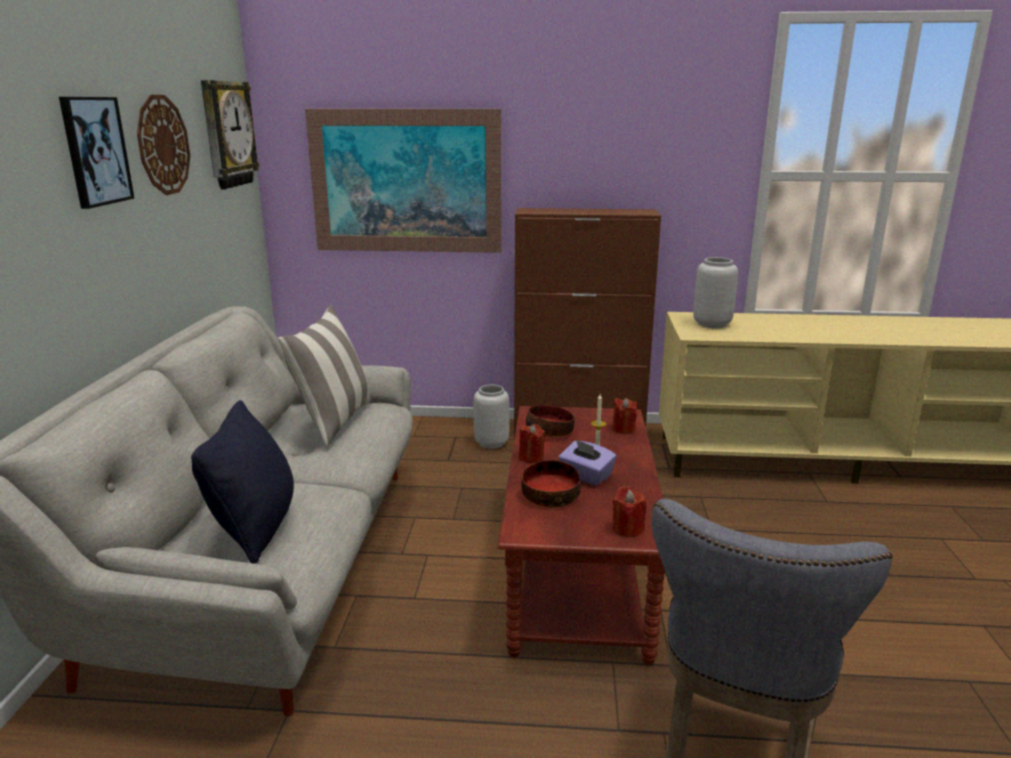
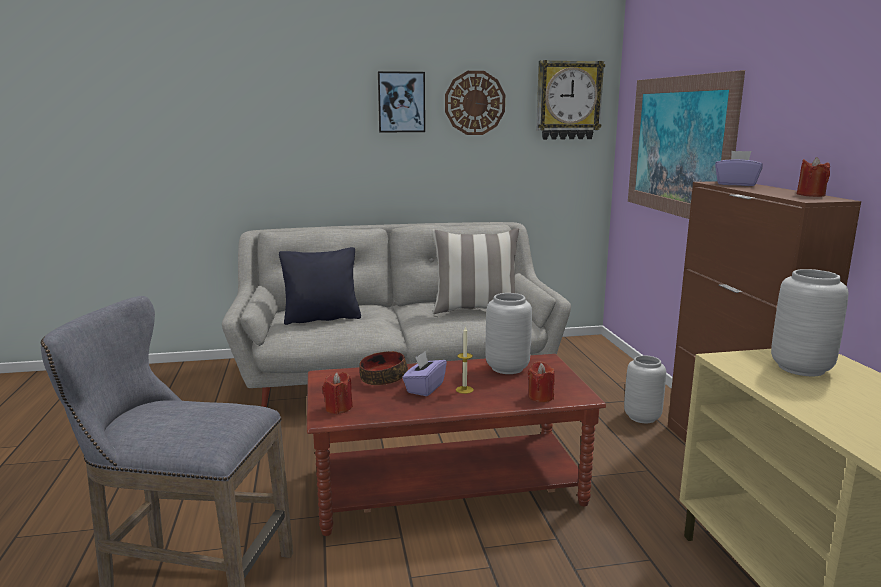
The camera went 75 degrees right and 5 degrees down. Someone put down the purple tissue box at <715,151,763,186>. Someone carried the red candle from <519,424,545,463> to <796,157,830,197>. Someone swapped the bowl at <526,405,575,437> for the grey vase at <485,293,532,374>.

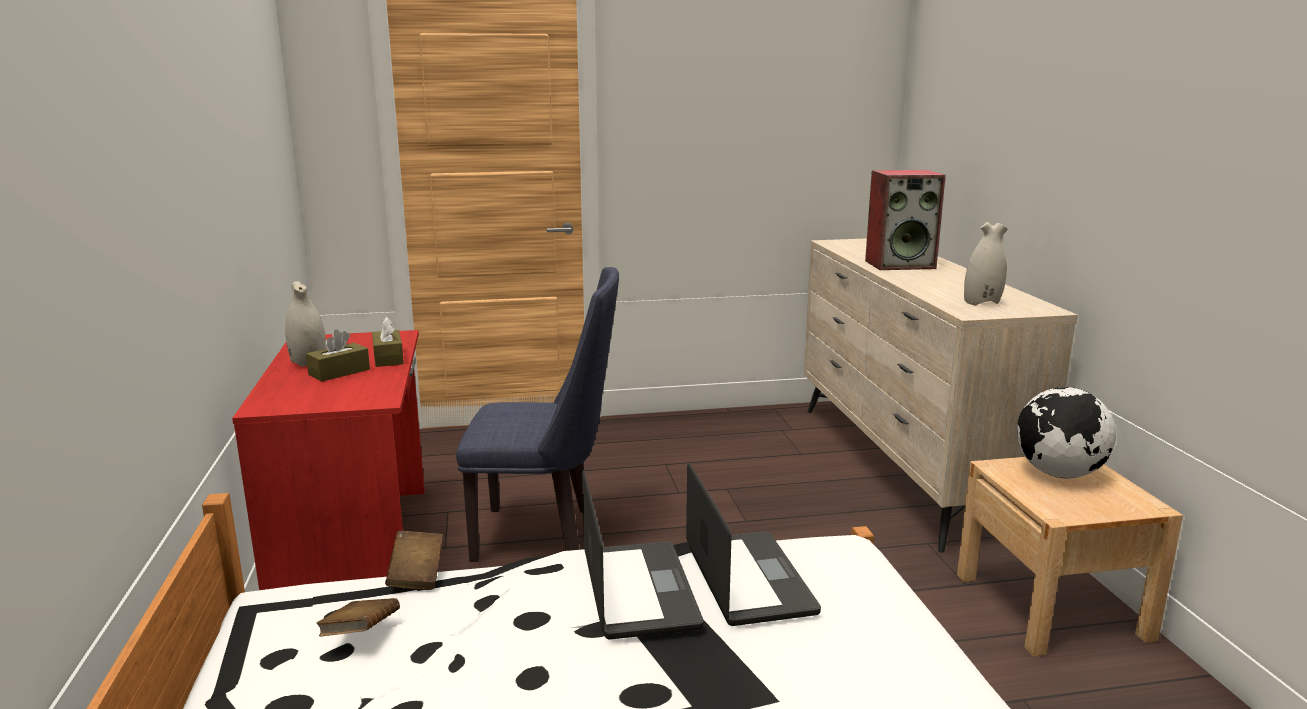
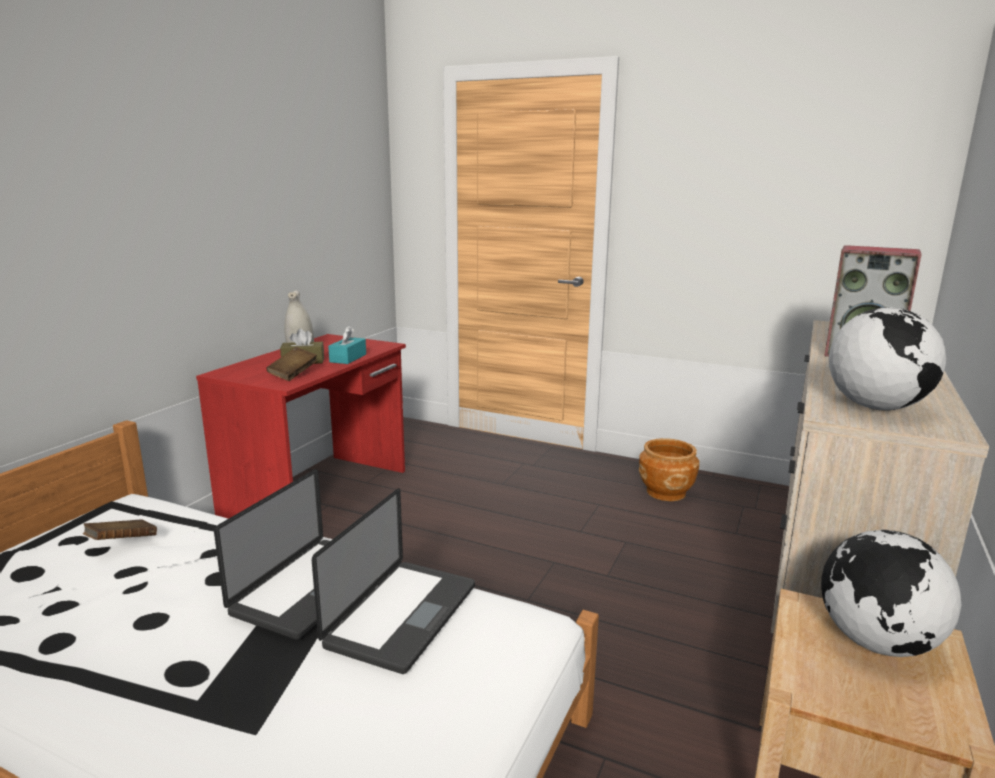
The camera went 35 degrees right and 0 degrees up. Someone took away the blue chair at <456,267,619,562>. Someone put down the brown planter at <639,438,699,501>. Someone carried the brown book from <385,531,443,590> to <266,347,318,381>. Someone swapped the white vase at <964,222,1008,306> for the globe at <829,307,946,410>. Someone repainted the brown tissue box at <372,317,404,367>, which became the turquoise tissue box at <328,326,366,364>.

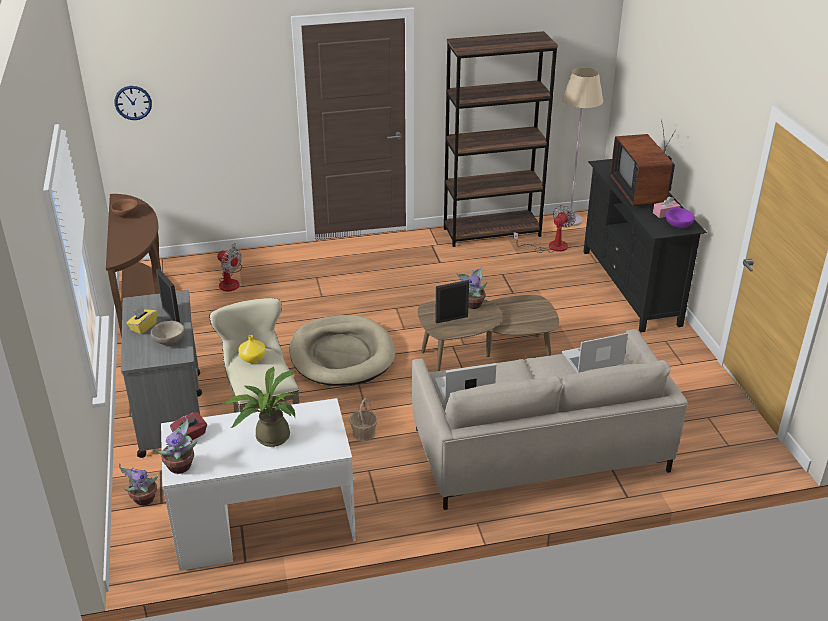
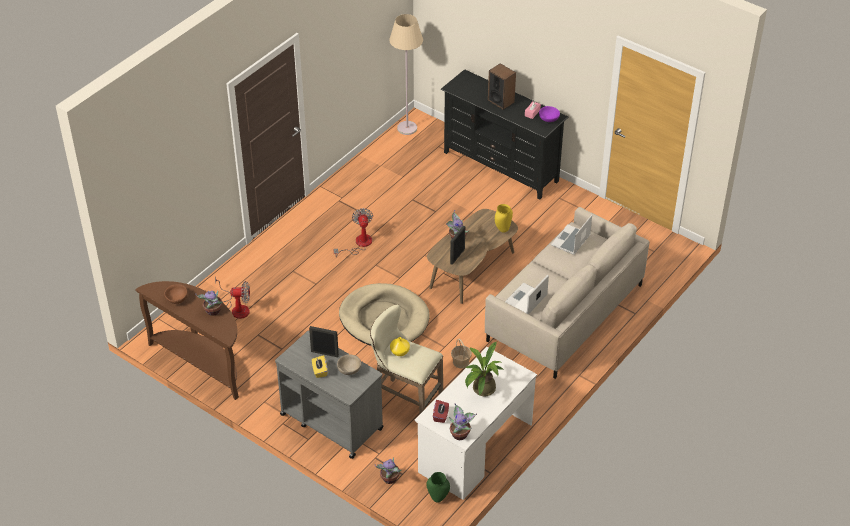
The camera went 40 degrees left and 10 degrees up. Someone took away the wall clock at <115,86,152,120>. Someone took away the brown bookcase at <444,31,558,247>. Someone put down the potted plant at <195,290,222,316>. Someone put down the green vase at <426,472,450,503>. Someone put down the yellow vase at <495,204,513,233>. Someone carried the fan from <513,205,576,253> to <334,208,373,257>. Someone swapped the television at <610,120,676,206> for the speaker at <488,63,516,110>.

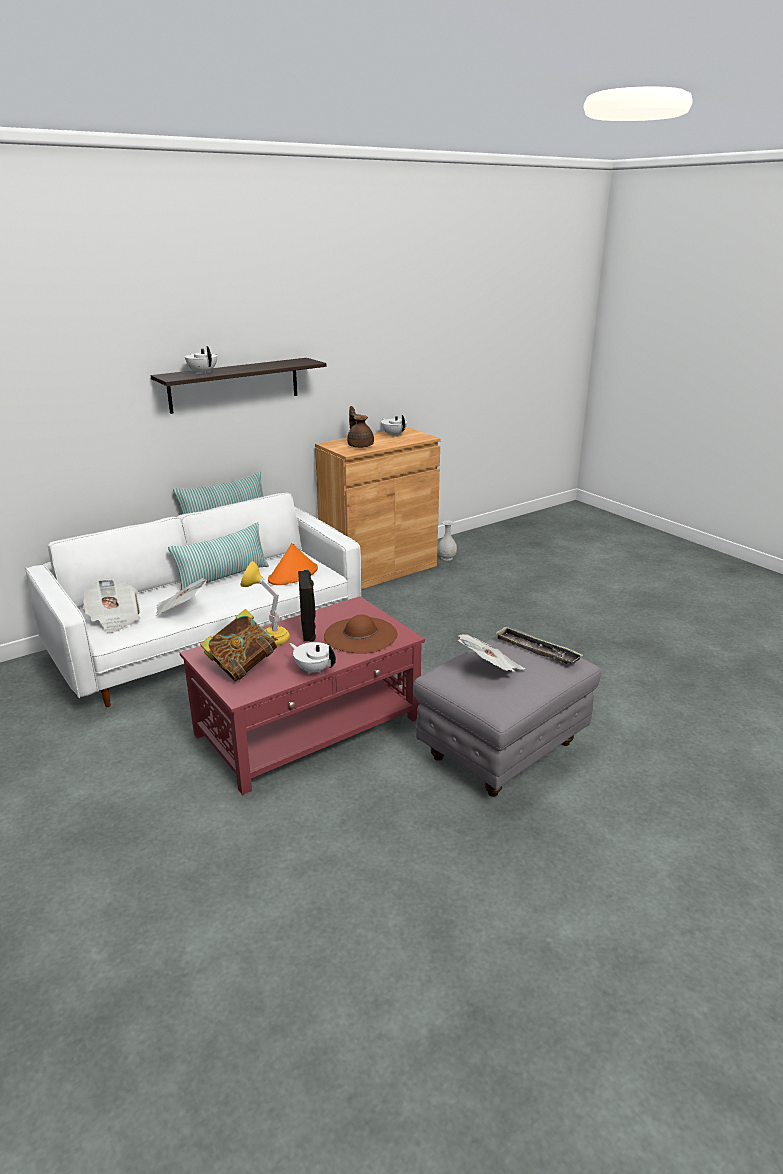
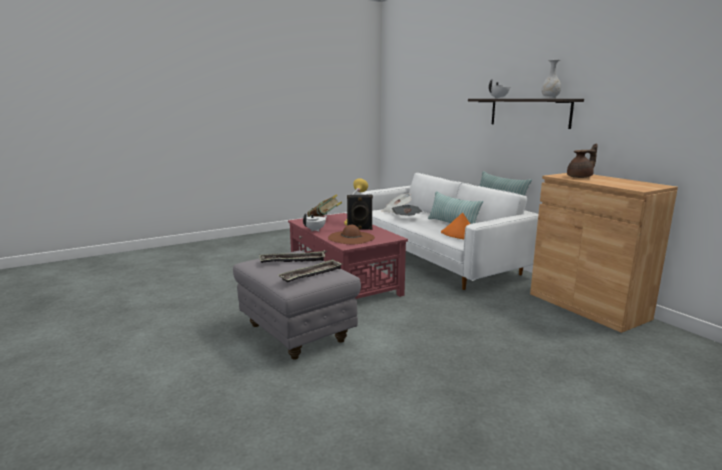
The camera went 95 degrees right and 10 degrees down. Someone took away the white teapot at <381,415,407,437>. Someone carried the white vase from <437,521,457,561> to <541,60,561,98>. Someone swapped the newspaper at <458,634,525,672> for the tray at <260,251,325,263>.

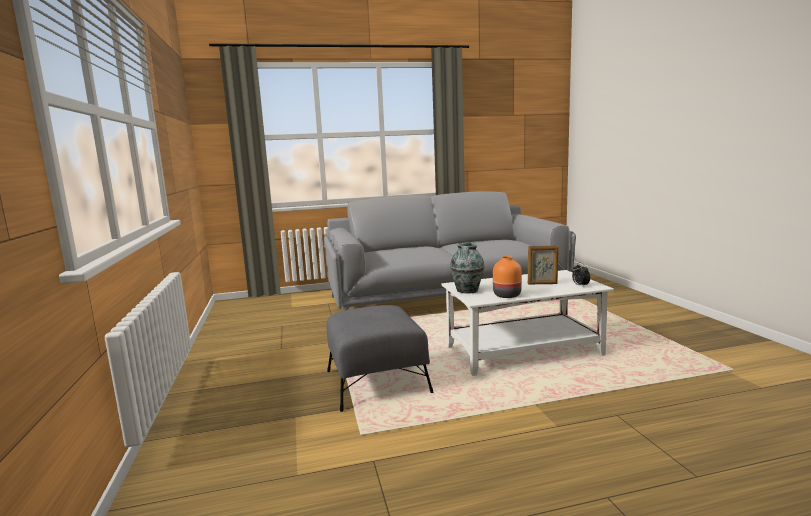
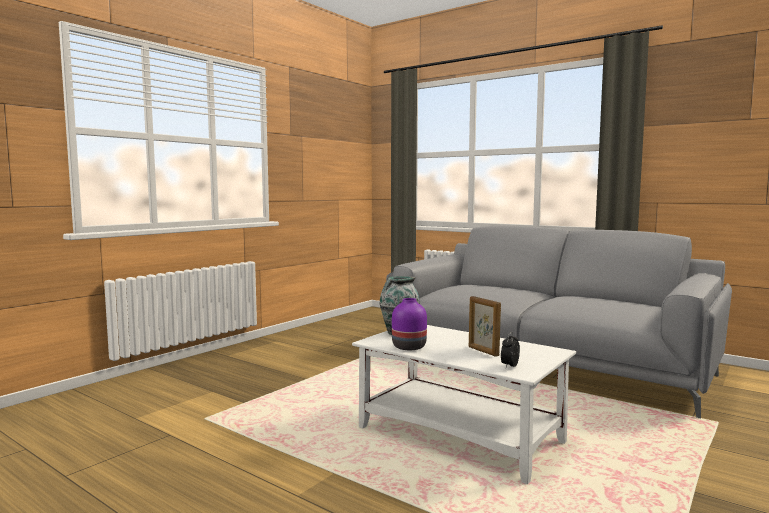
The camera went 50 degrees right and 5 degrees down. Someone took away the grey ottoman at <327,305,434,412>. Someone repainted the orange vase at <493,256,522,298>, which became the purple vase at <392,298,427,350>.

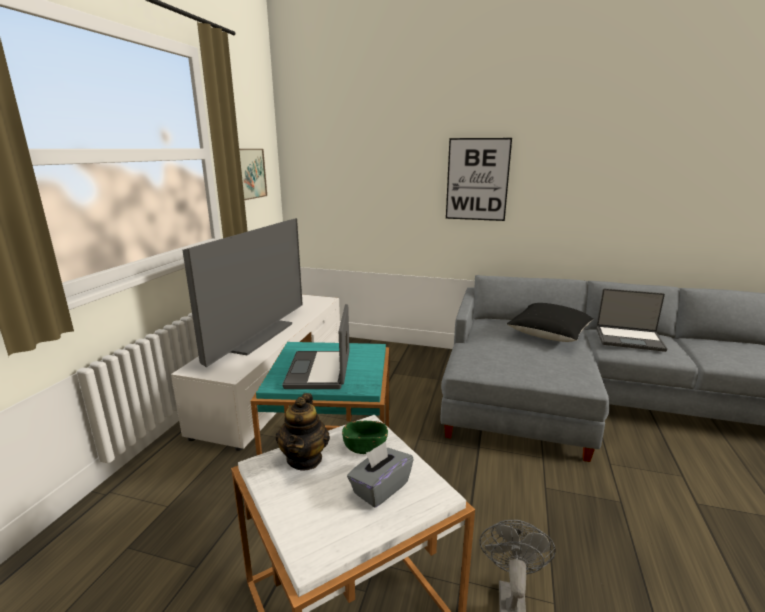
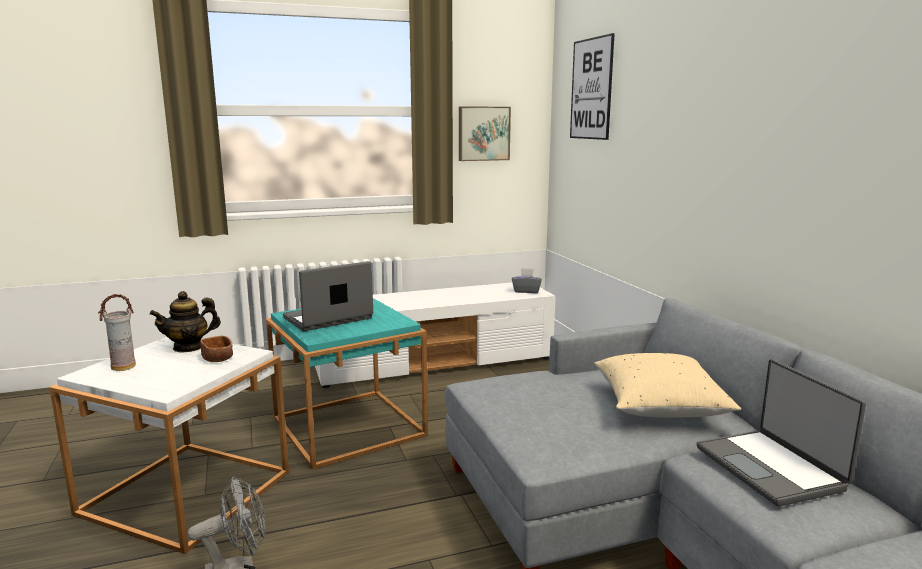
The camera went 55 degrees right and 5 degrees down. Someone took away the television at <182,218,303,367>. Someone put down the vase at <98,294,136,371>. Someone carried the grey tissue box from <347,441,414,508> to <512,268,542,293>. Someone carried the picture from <446,138,512,221> to <570,33,615,140>. Someone repainted the green bowl at <342,421,388,454>, which became the brown bowl at <200,336,233,362>. Someone repainted the black pillow at <507,303,594,342>, which became the beige pillow at <594,353,741,418>.

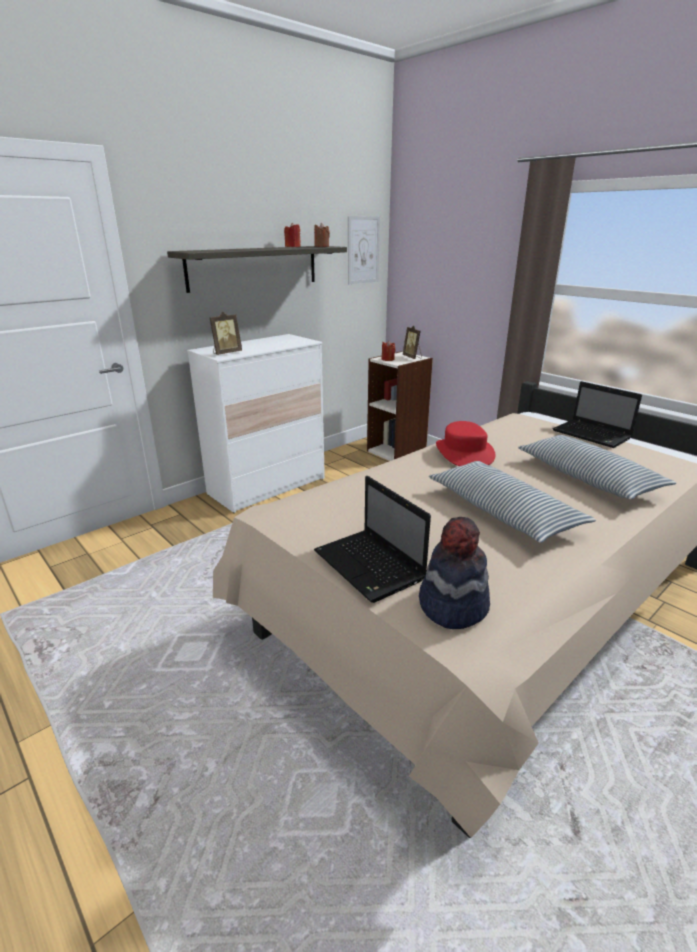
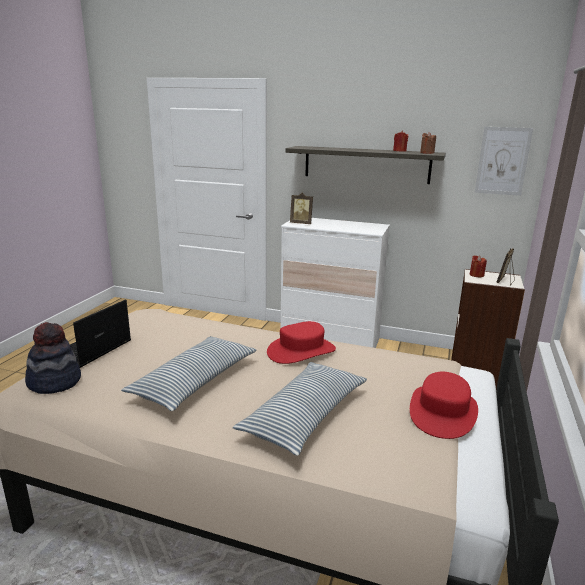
The camera went 60 degrees right and 5 degrees down. Someone swapped the laptop at <553,381,642,448> for the red hat at <410,372,478,439>.

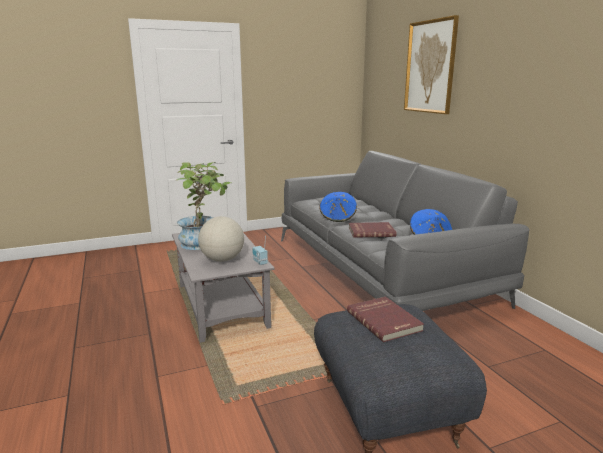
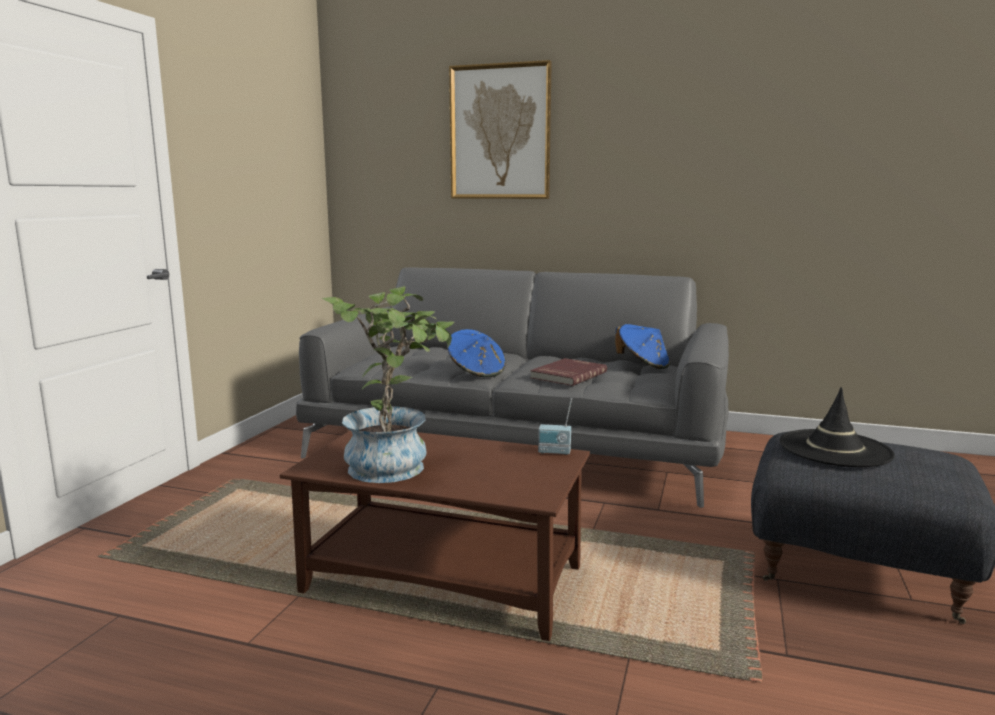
The camera went 50 degrees left and 5 degrees down. Someone took away the globe at <198,216,244,262>. Someone swapped the red book at <347,297,424,342> for the black hat at <780,387,895,467>. Someone repainted the grey coffee table at <172,233,275,343>, which became the brown coffee table at <280,431,590,641>.

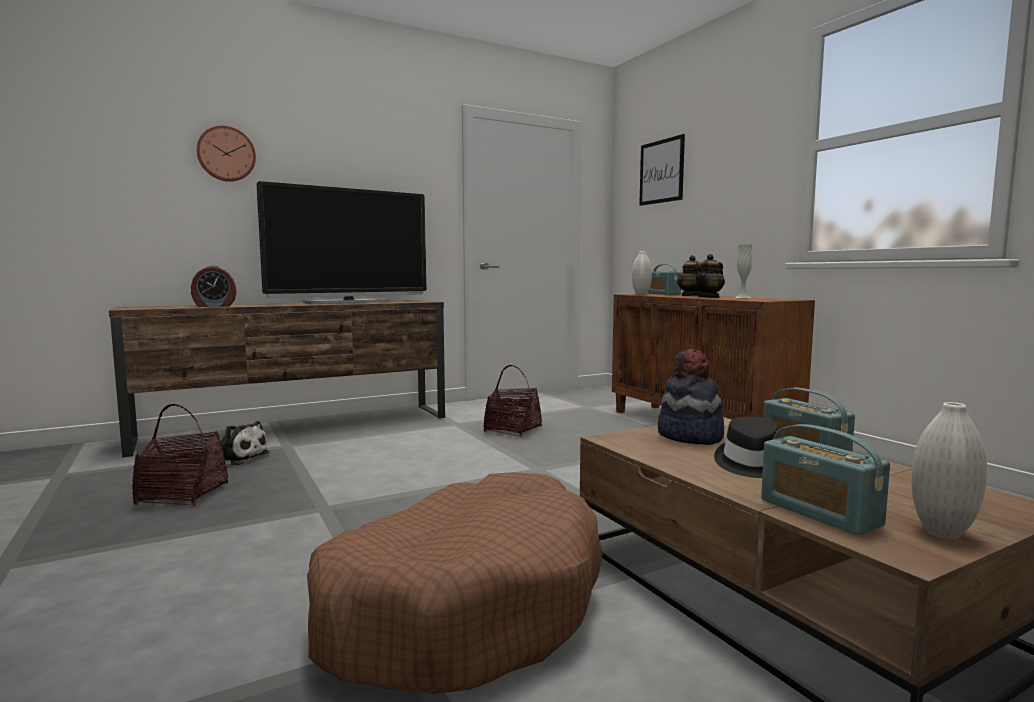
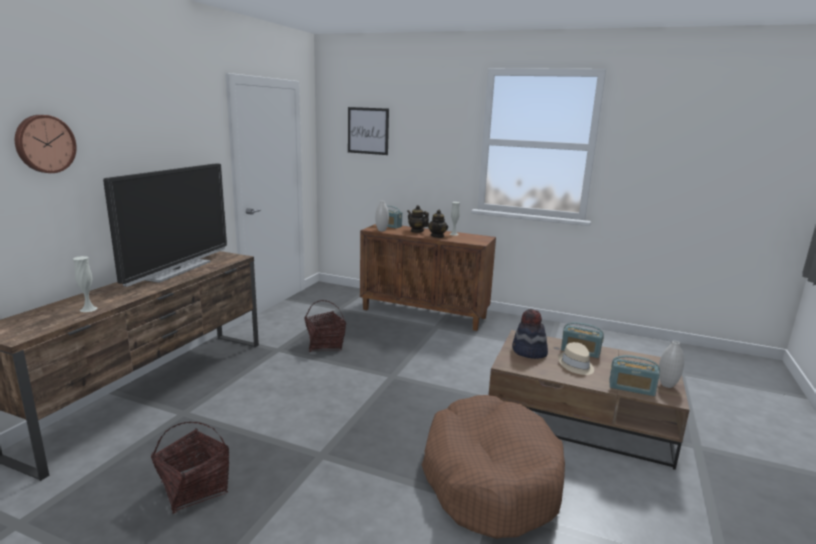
The camera went 40 degrees left and 10 degrees up. Someone took away the plush toy at <217,421,270,466>. Someone swapped the alarm clock at <191,265,237,307> for the white vase at <73,256,98,312>. Someone repainted the black hat at <714,417,779,478>, which became the beige hat at <558,342,594,375>.

